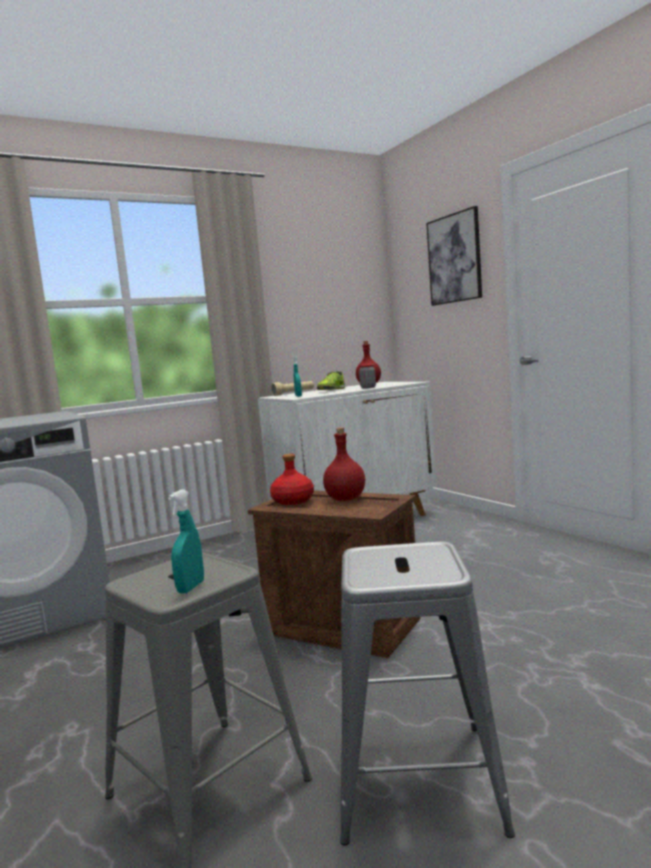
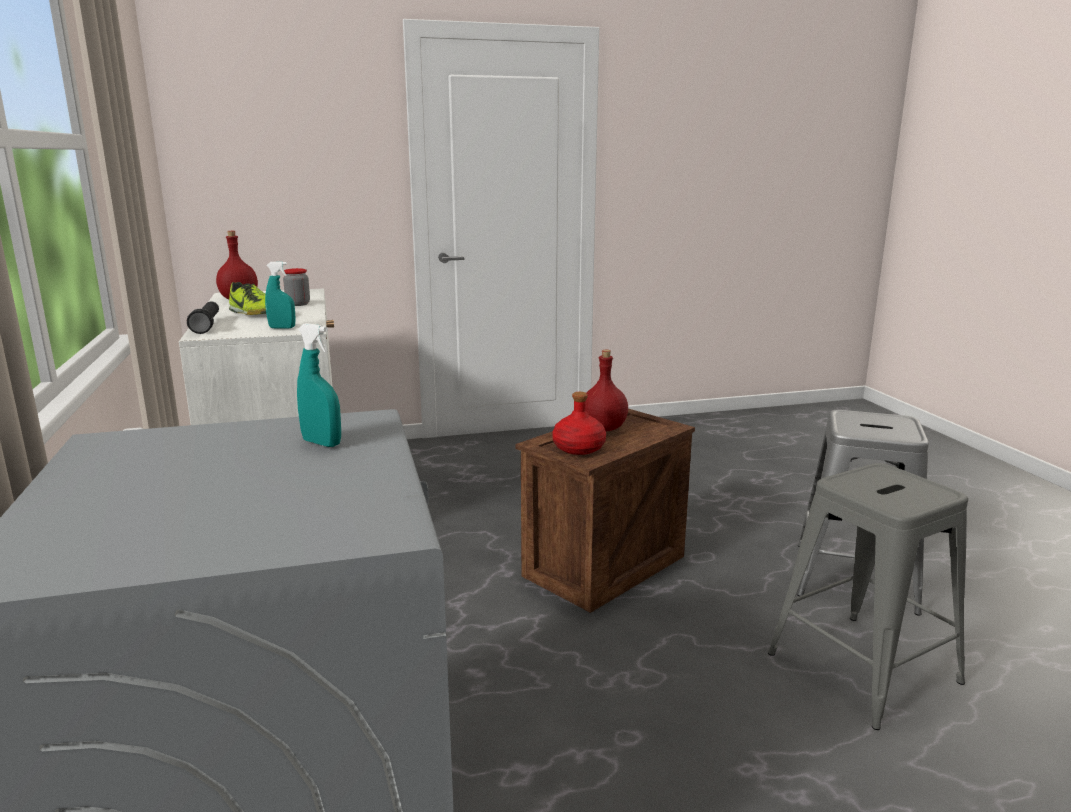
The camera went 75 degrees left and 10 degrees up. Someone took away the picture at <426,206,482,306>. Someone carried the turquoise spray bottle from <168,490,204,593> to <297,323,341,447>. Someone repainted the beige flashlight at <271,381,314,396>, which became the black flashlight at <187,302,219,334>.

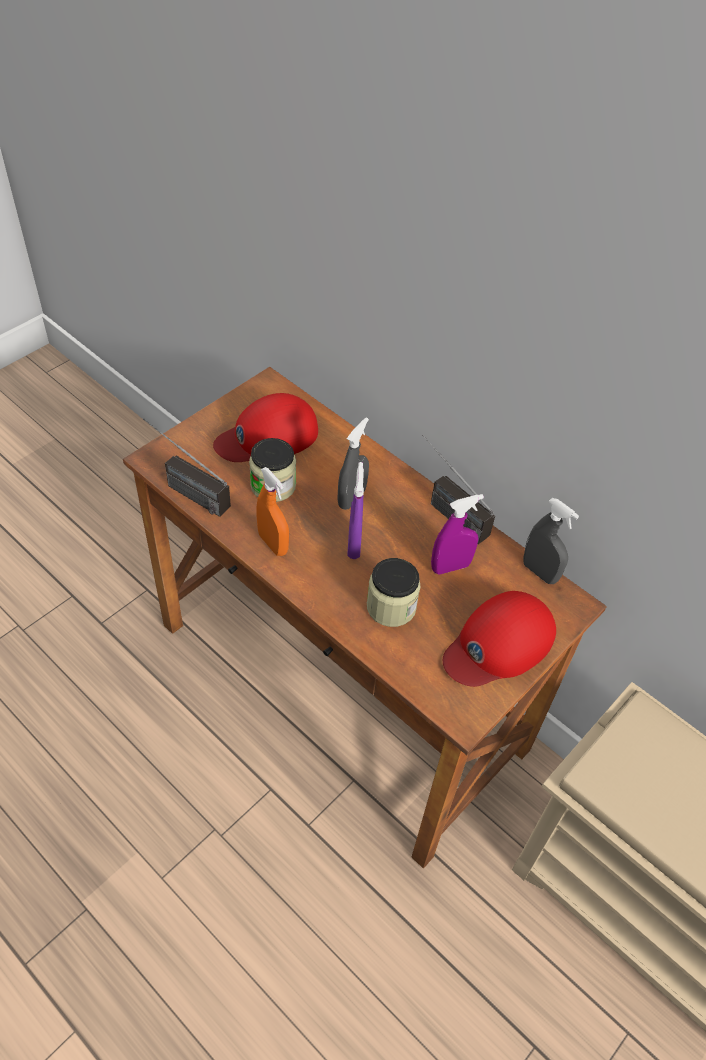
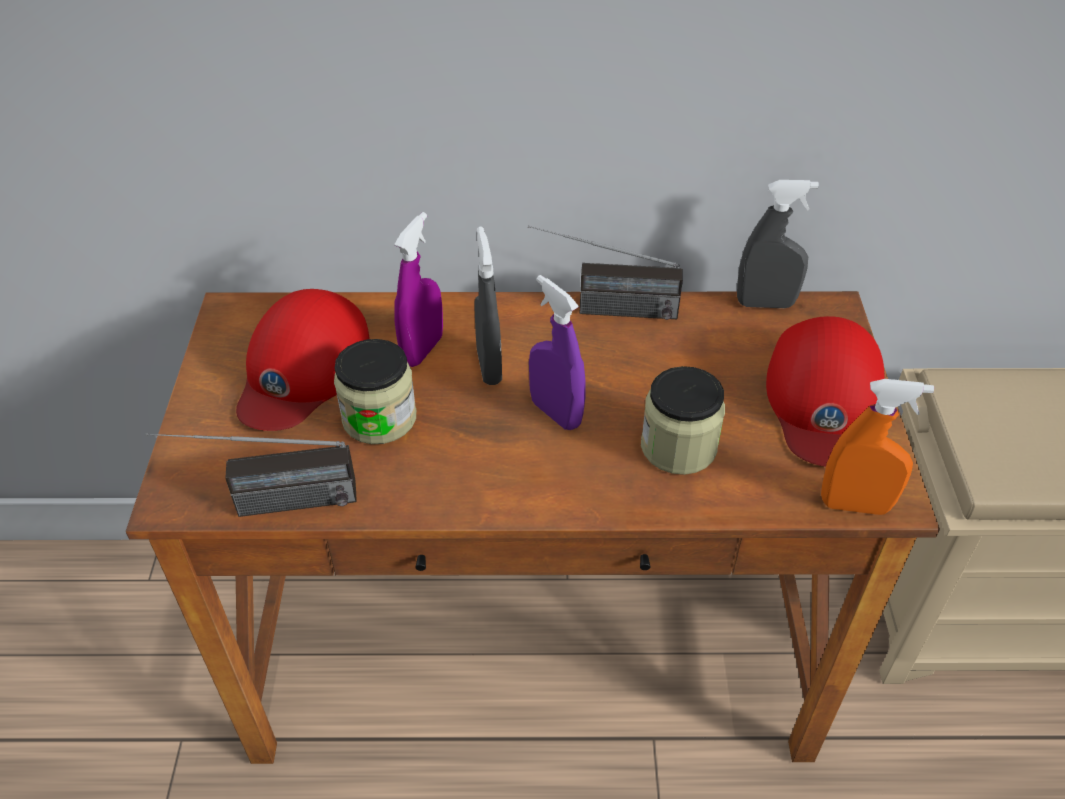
The camera went 40 degrees left and 5 degrees down. Someone carried the orange spray bottle from <256,467,289,556> to <821,379,934,515>. Someone carried the purple spray bottle from <431,494,484,574> to <394,212,443,367>.

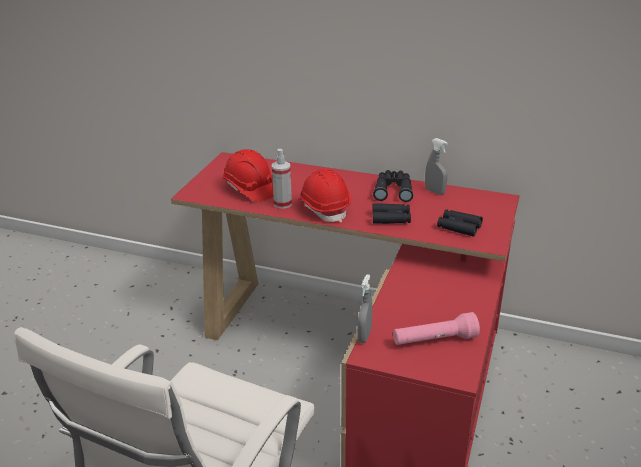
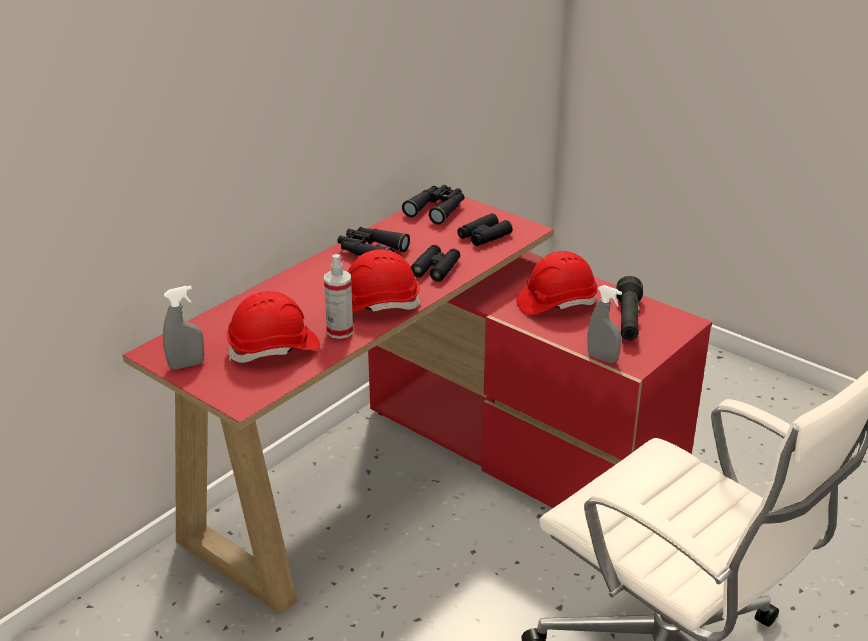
The camera went 70 degrees left and 0 degrees up. Someone put down the black binoculars at <402,185,464,224>. Someone put down the red hard hat at <516,251,598,315>. Someone carried the grey spray bottle from <425,138,448,195> to <163,285,204,370>. Someone repainted the pink flashlight at <393,312,480,345>, which became the black flashlight at <616,276,643,341>.

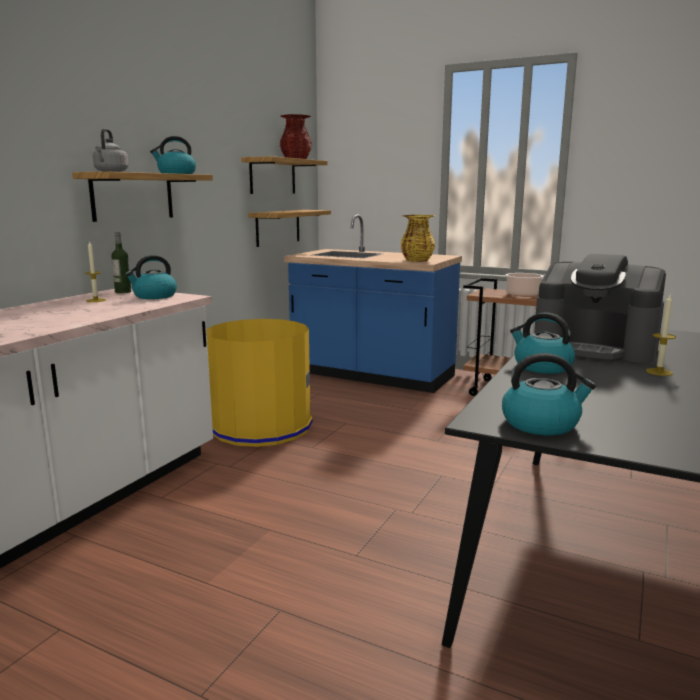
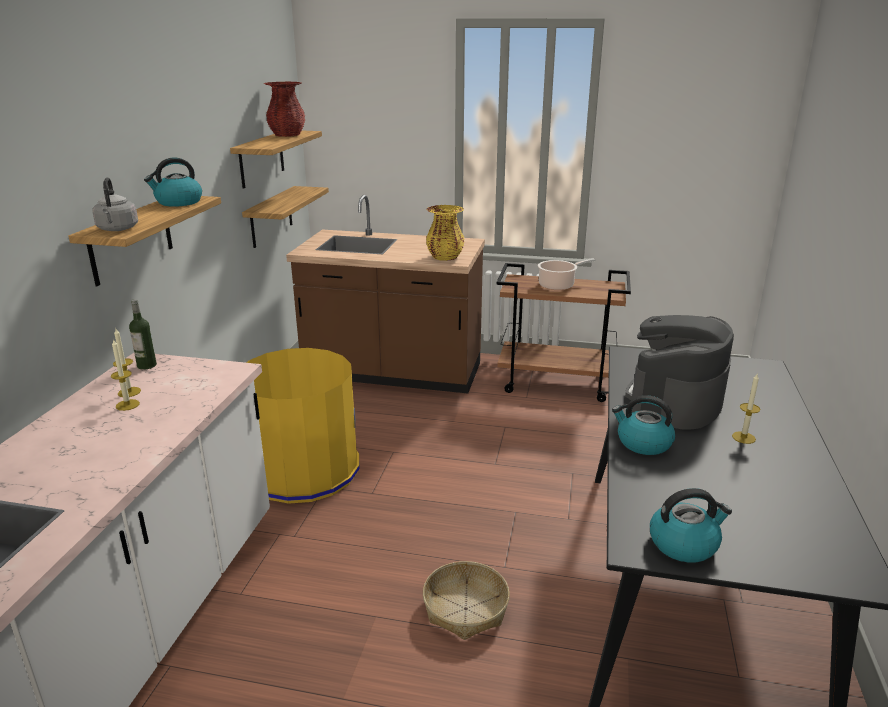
The camera went 15 degrees left and 10 degrees up. Someone took away the kettle at <125,255,177,299>. Someone put down the candle at <111,339,140,411>. Someone put down the basket at <423,561,510,640>. Someone repainted the blue counter at <284,214,462,393>, which became the brown counter at <286,195,485,393>. Someone rotated the coffee machine at <534,254,666,363> by 105 degrees clockwise.

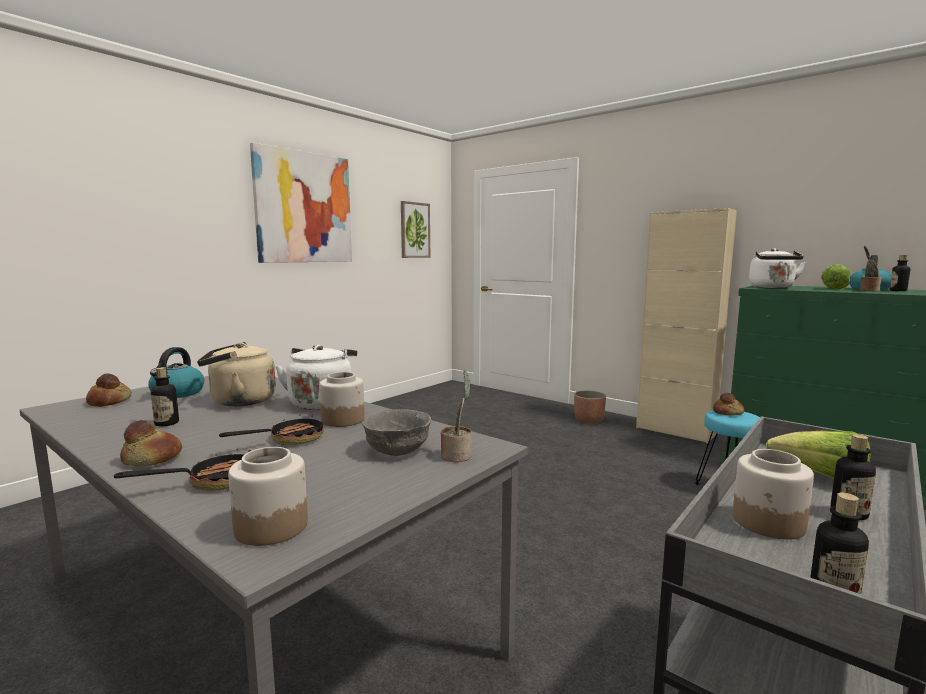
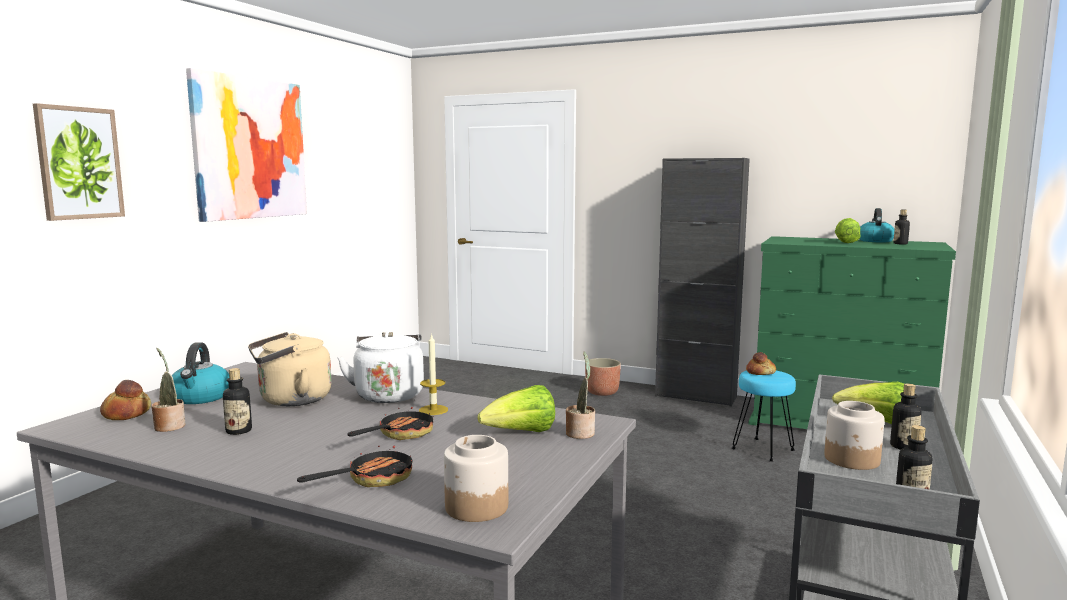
The camera went 15 degrees left and 0 degrees up. Someone took away the bread at <120,420,182,467>. Someone took away the white kettle at <749,248,806,288>. Someone carried the picture from <401,201,430,258> to <33,103,125,221>. Someone carried the potted plant from <860,246,882,291> to <151,348,186,432>. Someone swapped the jar at <319,372,365,427> for the candle at <419,333,448,415>. Someone swapped the grey bowl at <362,409,431,456> for the lettuce at <478,385,555,432>. Someone repainted the beige cabinet at <636,208,737,444>, which became the black cabinet at <655,158,750,407>.

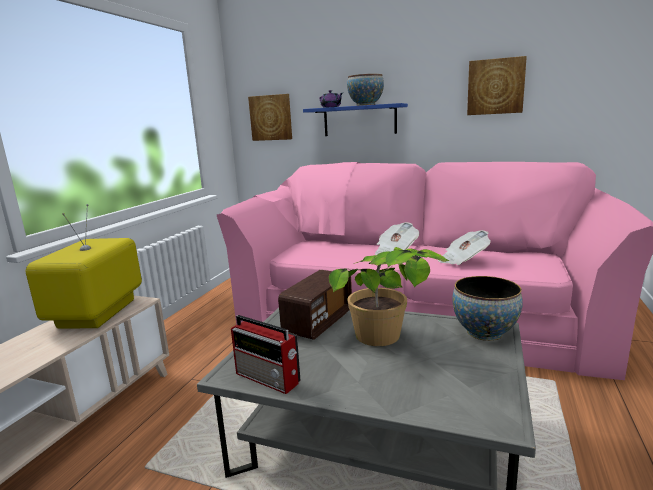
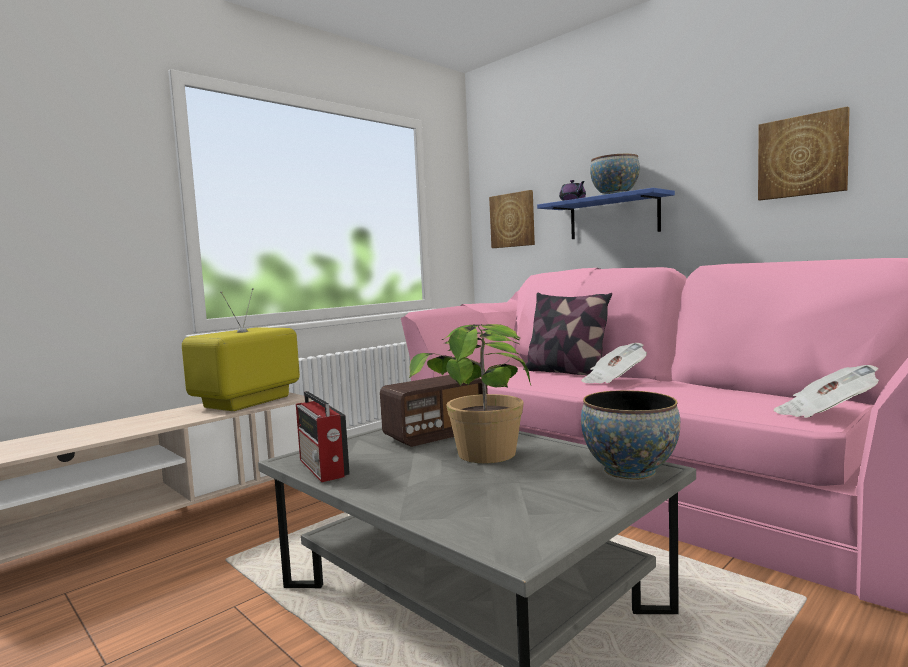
The camera went 25 degrees right and 10 degrees down. Someone put down the pillow at <523,293,612,375>. Someone carried the newspaper from <438,230,491,265> to <774,365,879,418>.

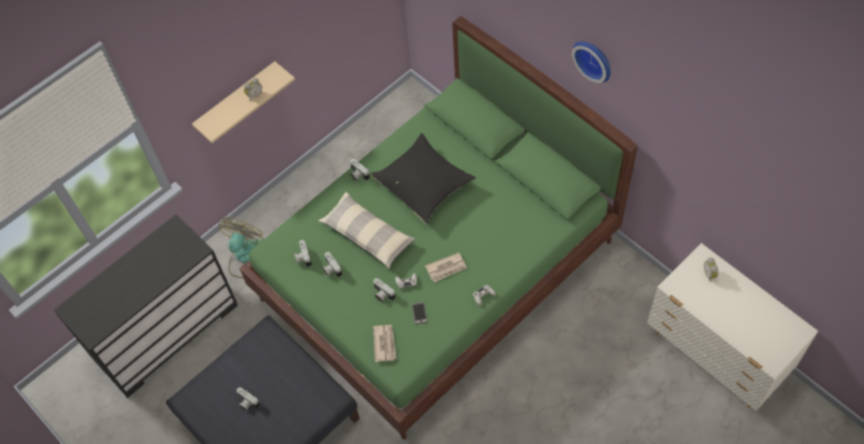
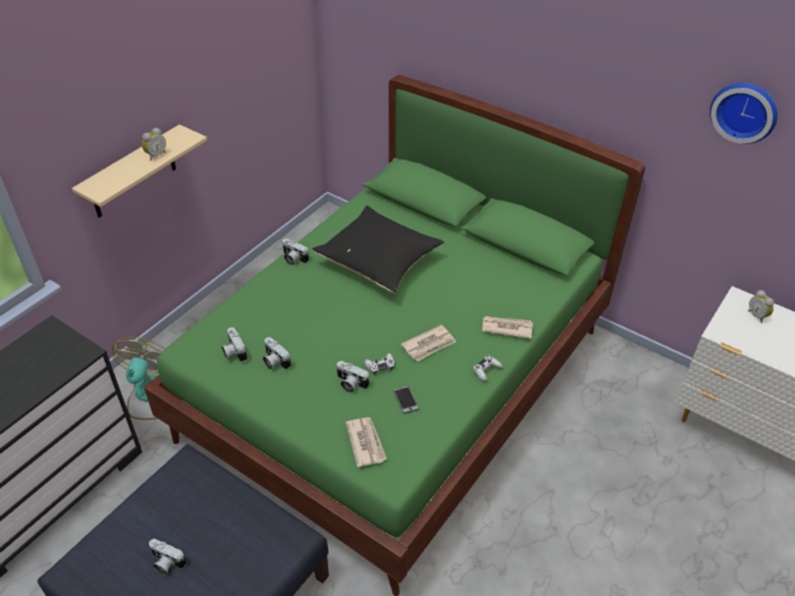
The camera went 15 degrees left and 15 degrees down. Someone took away the pillow at <319,192,415,268>. Someone put down the newspaper at <482,316,533,339>. Someone carried the wall clock from <572,41,611,83> to <710,83,778,144>.

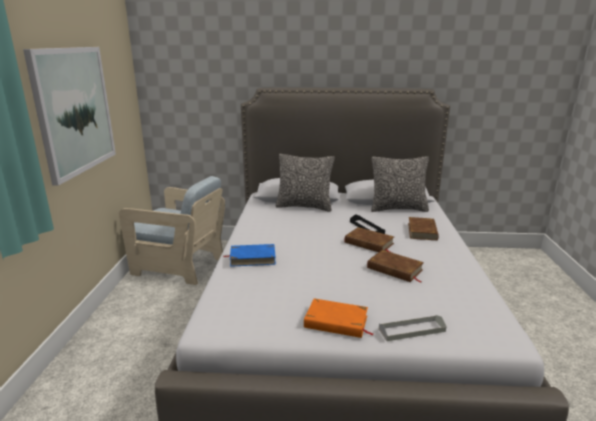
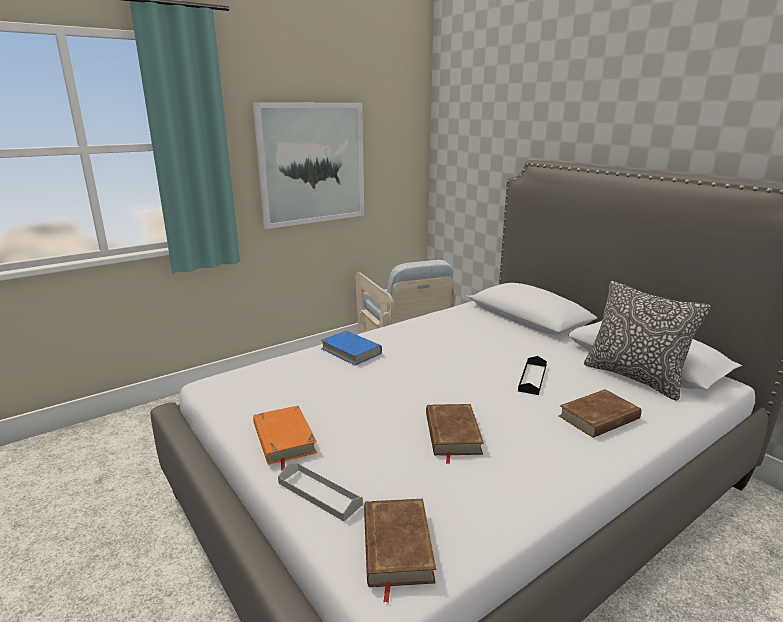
The camera went 50 degrees right and 0 degrees up. Someone took away the pillow at <275,154,335,212>. Someone carried the brown book from <345,227,394,253> to <364,499,436,603>.

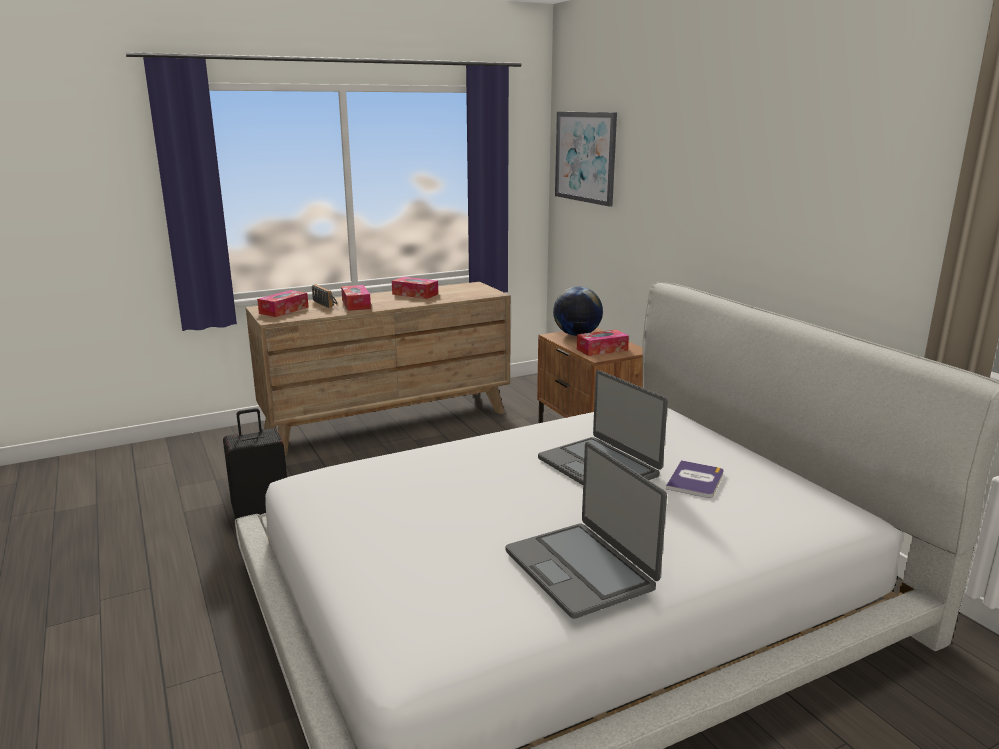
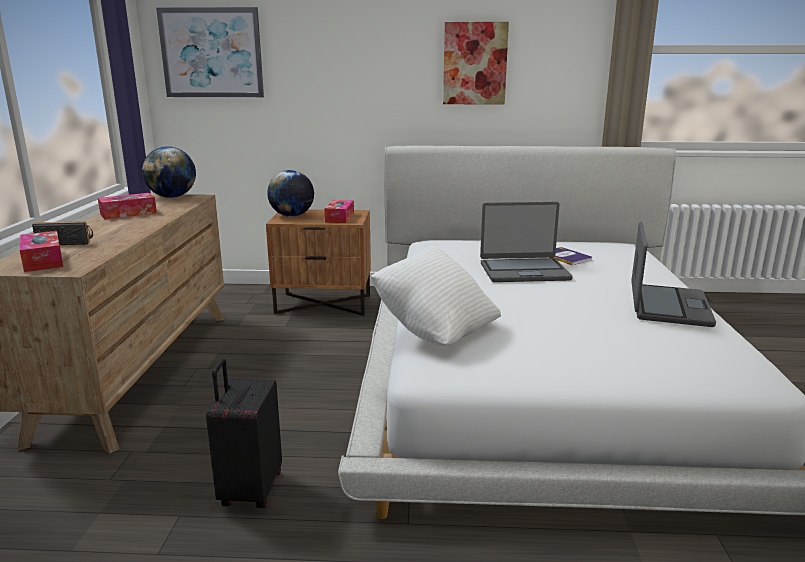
The camera went 60 degrees left and 0 degrees up. Someone took away the tissue box at <341,285,371,311>. Someone put down the globe at <142,146,196,198>. Someone put down the white pillow at <371,245,501,346>. Someone put up the picture at <443,22,509,105>. Someone rotated the laptop at <506,442,667,619> by 75 degrees counterclockwise.

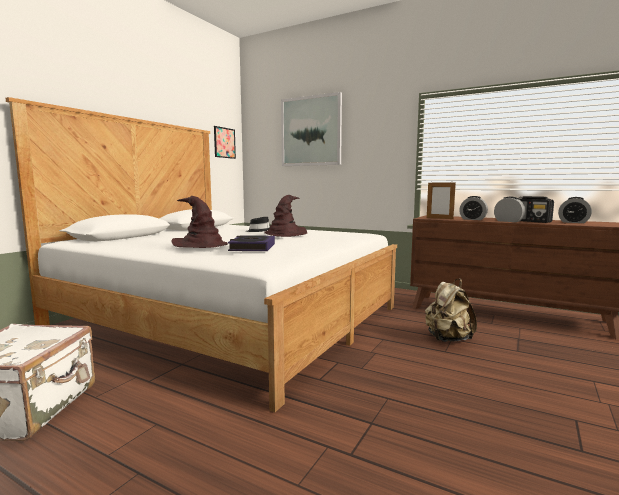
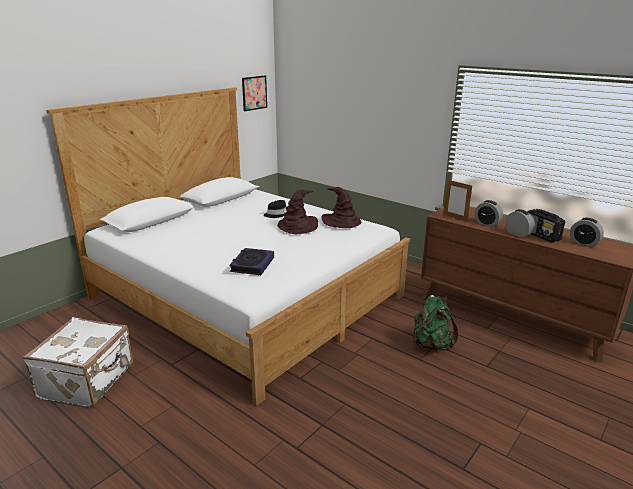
The camera went 10 degrees right and 15 degrees up. Someone took away the picture at <281,92,342,166>. Someone carried the brown hat from <171,196,228,248> to <321,187,362,228>. Someone repainted the beige backpack at <425,279,477,342>, which became the green backpack at <413,295,458,350>.

